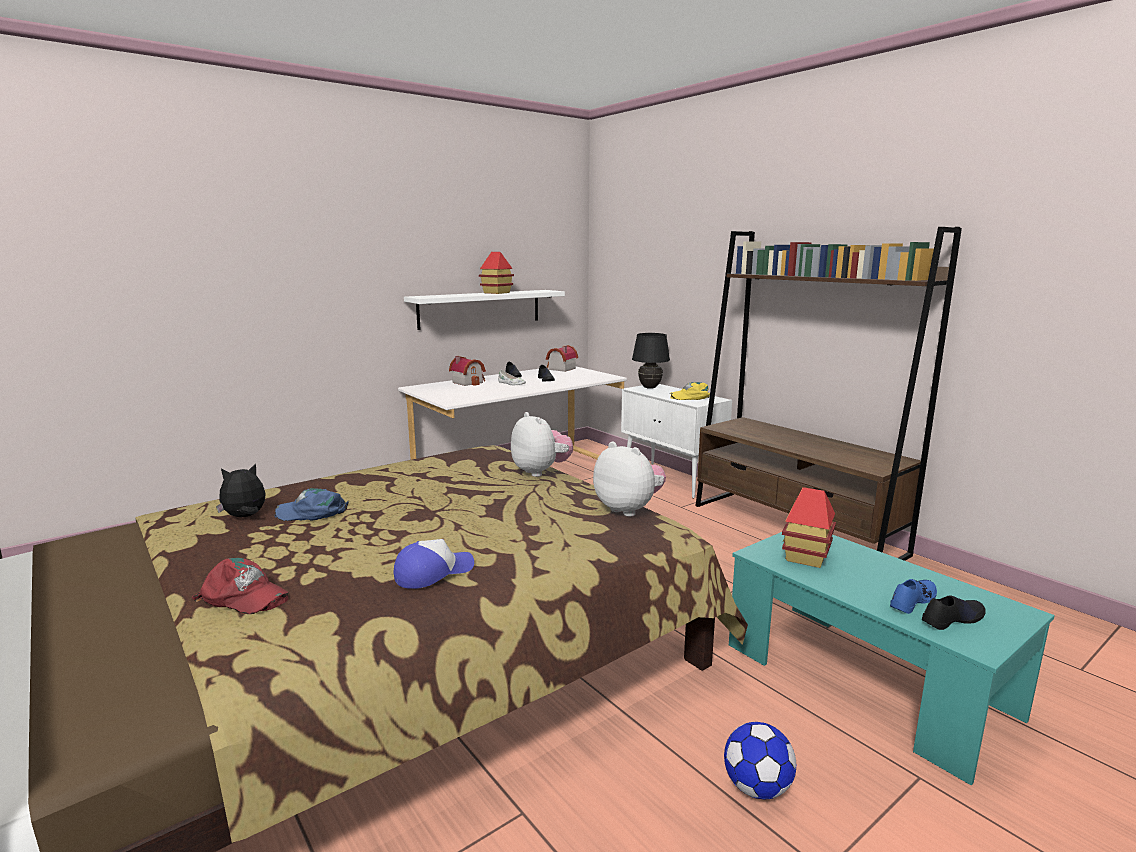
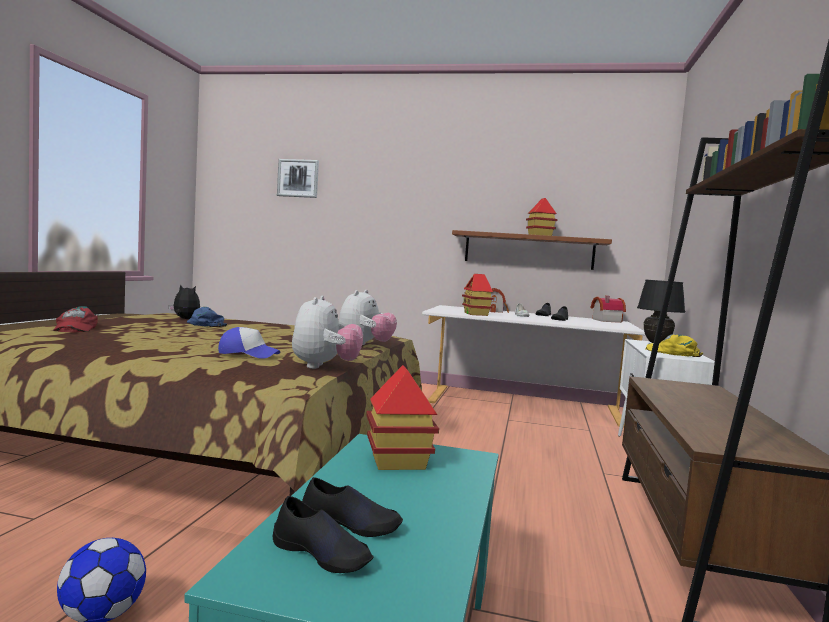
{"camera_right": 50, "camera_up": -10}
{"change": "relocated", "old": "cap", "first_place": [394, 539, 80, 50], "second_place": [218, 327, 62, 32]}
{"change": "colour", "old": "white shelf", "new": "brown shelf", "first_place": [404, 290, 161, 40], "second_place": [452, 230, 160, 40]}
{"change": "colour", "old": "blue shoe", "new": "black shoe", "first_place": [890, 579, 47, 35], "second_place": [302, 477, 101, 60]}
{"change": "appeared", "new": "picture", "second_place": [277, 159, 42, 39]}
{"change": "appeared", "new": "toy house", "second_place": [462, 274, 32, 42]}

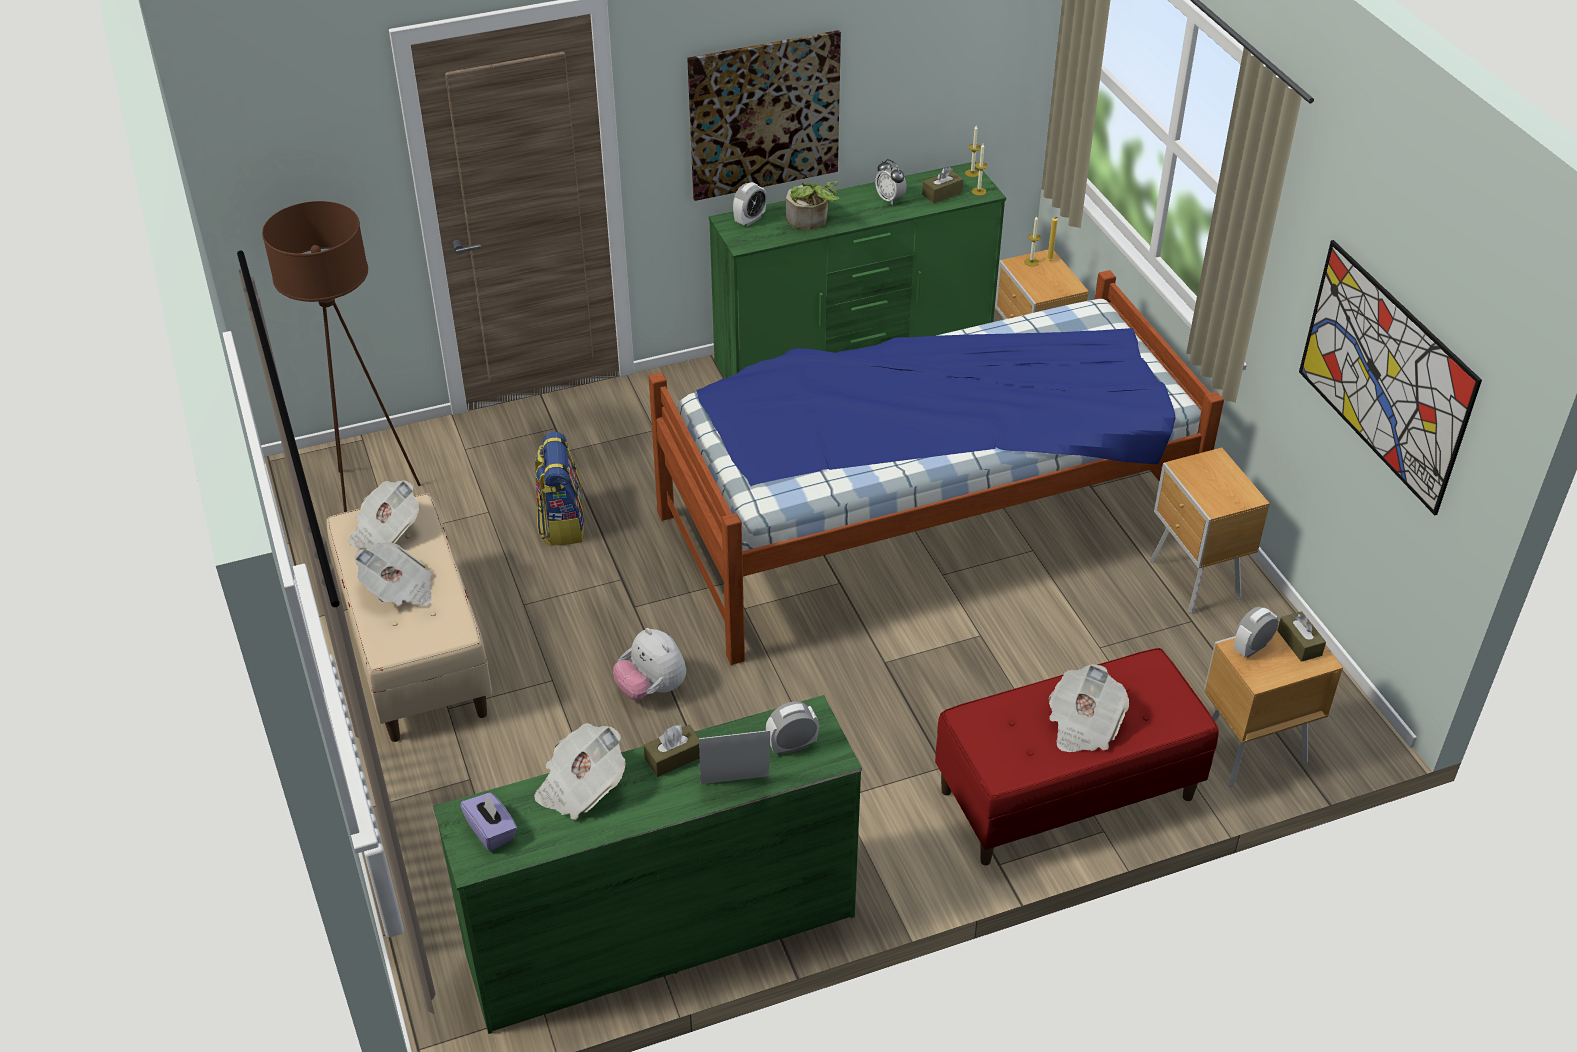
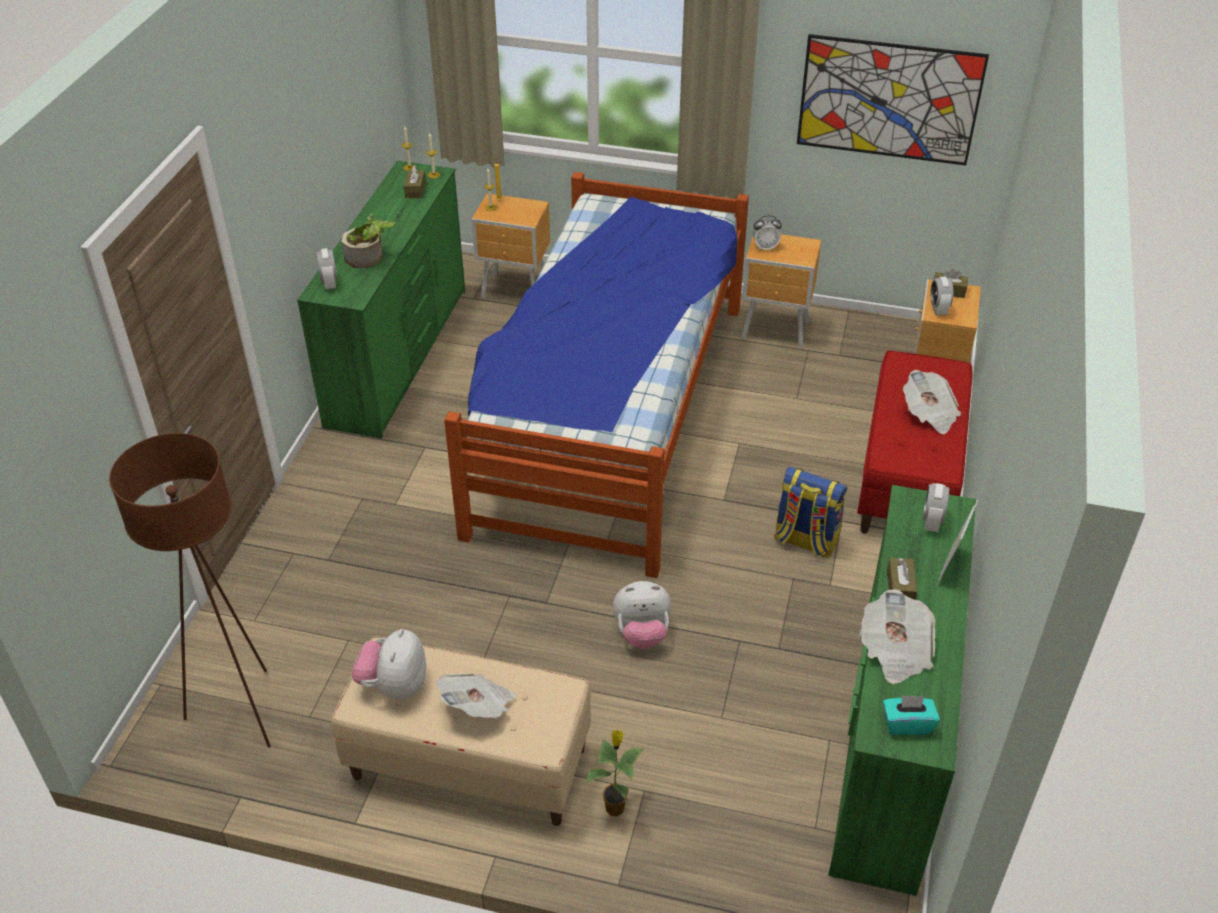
{"camera_right": -55, "camera_up": 0}
{"change": "exchanged", "old": "newspaper", "new": "plush toy", "first_place": [348, 480, 71, 69], "second_place": [352, 629, 74, 70]}
{"change": "colour", "old": "purple tissue box", "new": "turquoise tissue box", "first_place": [460, 792, 57, 59], "second_place": [883, 695, 57, 40]}
{"change": "relocated", "old": "backpack", "first_place": [535, 432, 50, 114], "second_place": [774, 467, 73, 91]}
{"change": "missing", "old": "picture", "first_place": [687, 30, 154, 171]}
{"change": "relocated", "old": "alarm clock", "first_place": [875, 159, 32, 46], "second_place": [753, 215, 29, 36]}
{"change": "appeared", "new": "potted plant", "second_place": [586, 730, 59, 87]}

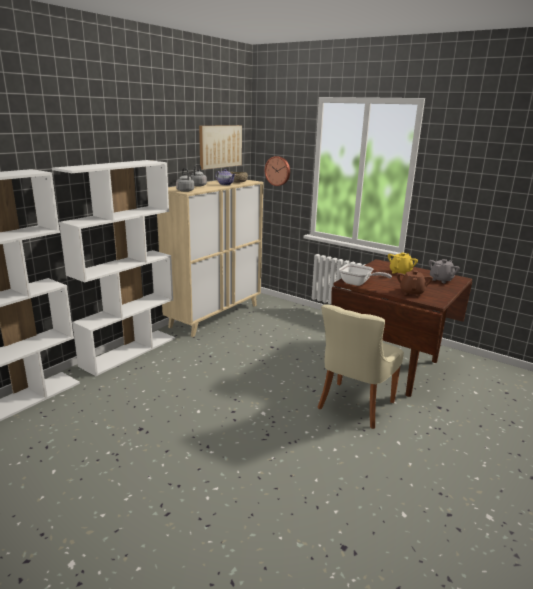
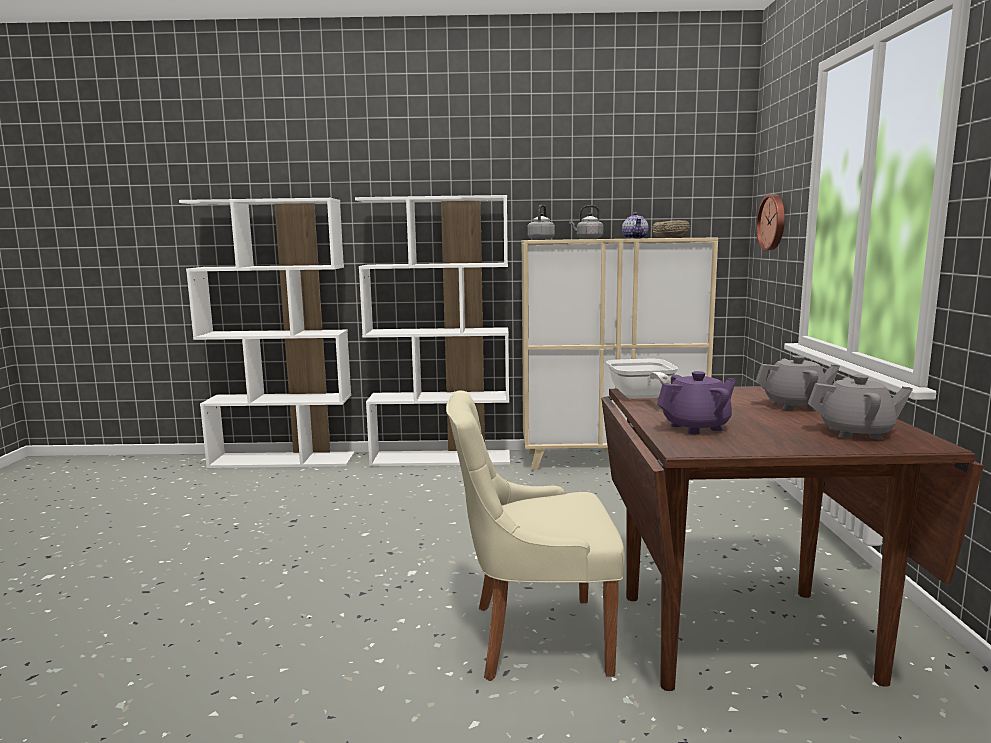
{"camera_right": 55, "camera_up": -10}
{"change": "missing", "old": "picture", "first_place": [199, 125, 43, 45]}
{"change": "colour", "old": "yellow teapot", "new": "grey teapot", "first_place": [388, 252, 30, 22], "second_place": [755, 355, 85, 55]}
{"change": "colour", "old": "brown teapot", "new": "purple teapot", "first_place": [396, 270, 37, 26], "second_place": [657, 371, 79, 63]}

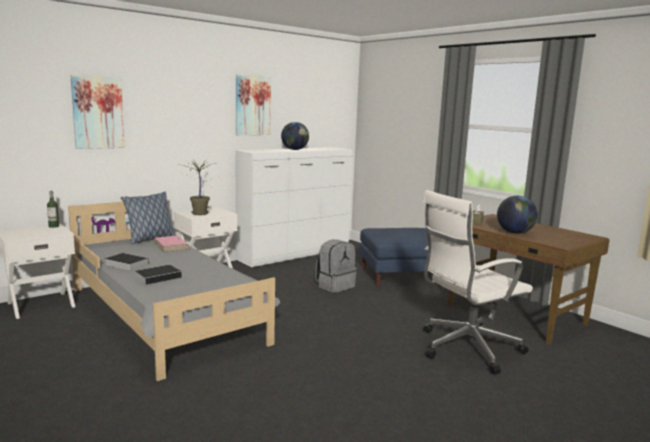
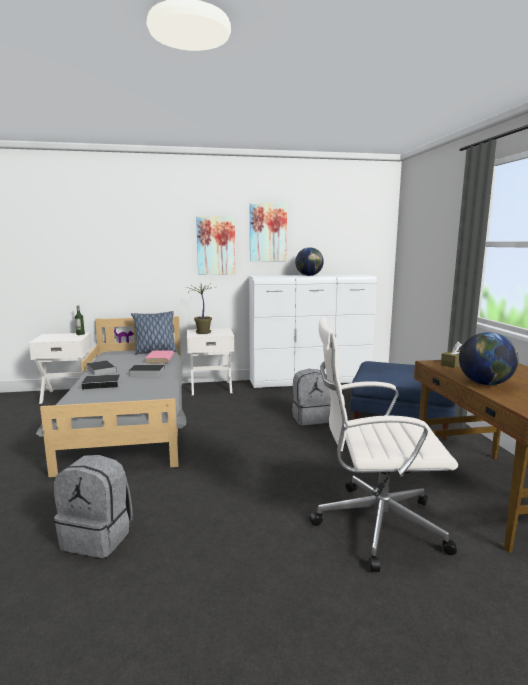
{"camera_right": 30, "camera_up": 0}
{"change": "relocated", "old": "picture", "first_place": [70, 75, 55, 74], "second_place": [196, 216, 39, 59]}
{"change": "appeared", "new": "grey backpack", "second_place": [54, 455, 79, 103]}
{"change": "appeared", "new": "book", "second_place": [129, 365, 36, 12]}

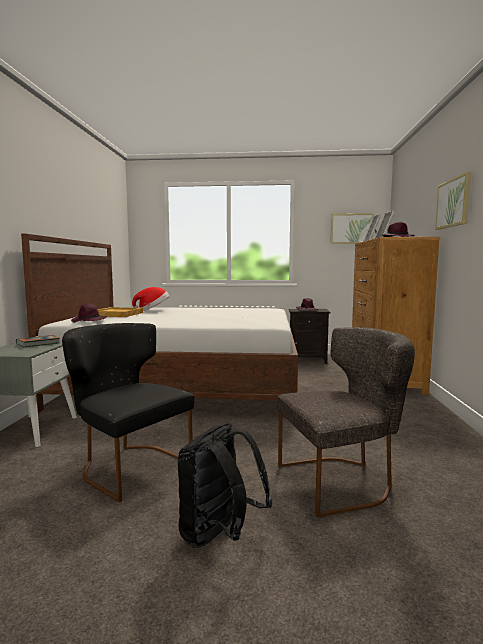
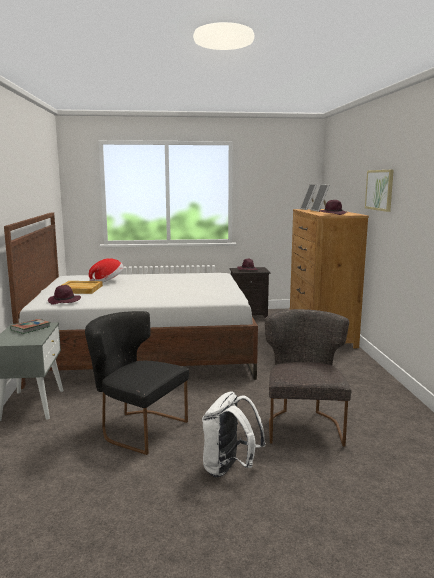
{"camera_right": -10, "camera_up": 5}
{"change": "colour", "old": "black backpack", "new": "white backpack", "first_place": [178, 423, 94, 125], "second_place": [202, 391, 64, 86]}
{"change": "spun", "old": "grey chair", "first_place": [277, 327, 138, 190], "second_place": [265, 309, 87, 138], "degrees": -60}
{"change": "missing", "old": "picture", "first_place": [330, 213, 44, 31]}

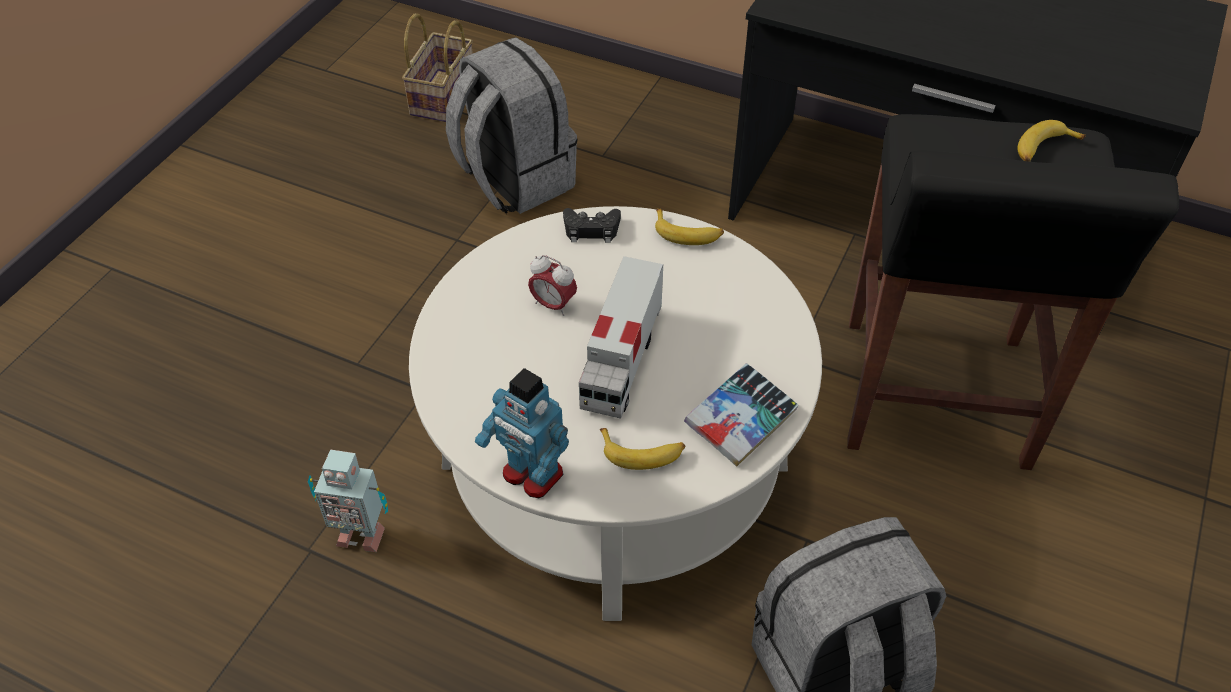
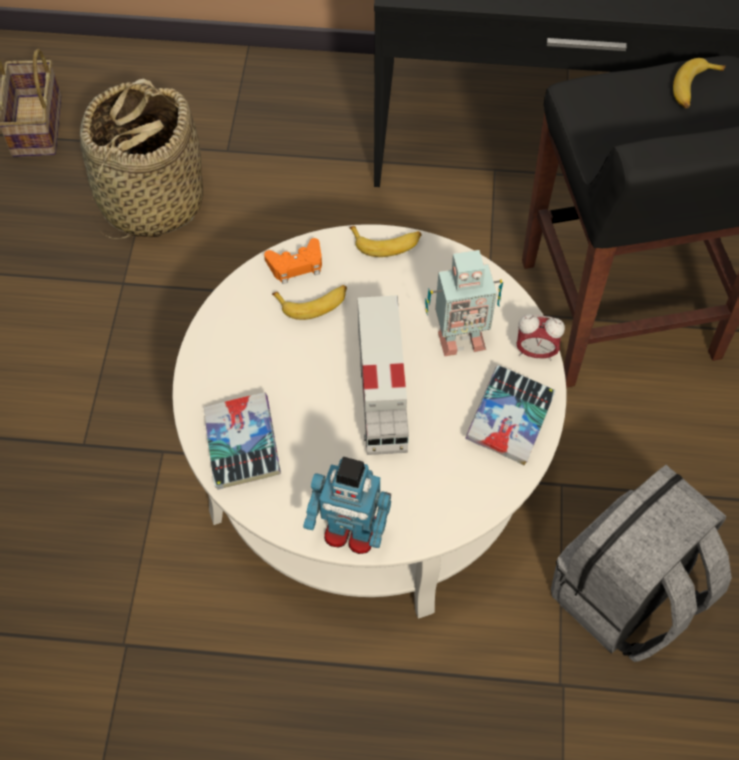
{"camera_right": -20, "camera_up": 10}
{"change": "relocated", "old": "toy robot", "first_place": [308, 449, 80, 103], "second_place": [425, 250, 78, 106]}
{"change": "exchanged", "old": "grey backpack", "new": "basket", "first_place": [446, 37, 131, 177], "second_place": [80, 79, 123, 160]}
{"change": "relocated", "old": "alarm clock", "first_place": [528, 255, 49, 61], "second_place": [517, 314, 48, 47]}
{"change": "colour", "old": "black game controller", "new": "orange game controller", "first_place": [563, 208, 58, 35], "second_place": [264, 238, 58, 46]}
{"change": "relocated", "old": "banana", "first_place": [600, 428, 85, 42], "second_place": [272, 285, 75, 35]}
{"change": "appeared", "new": "book", "second_place": [204, 392, 77, 98]}

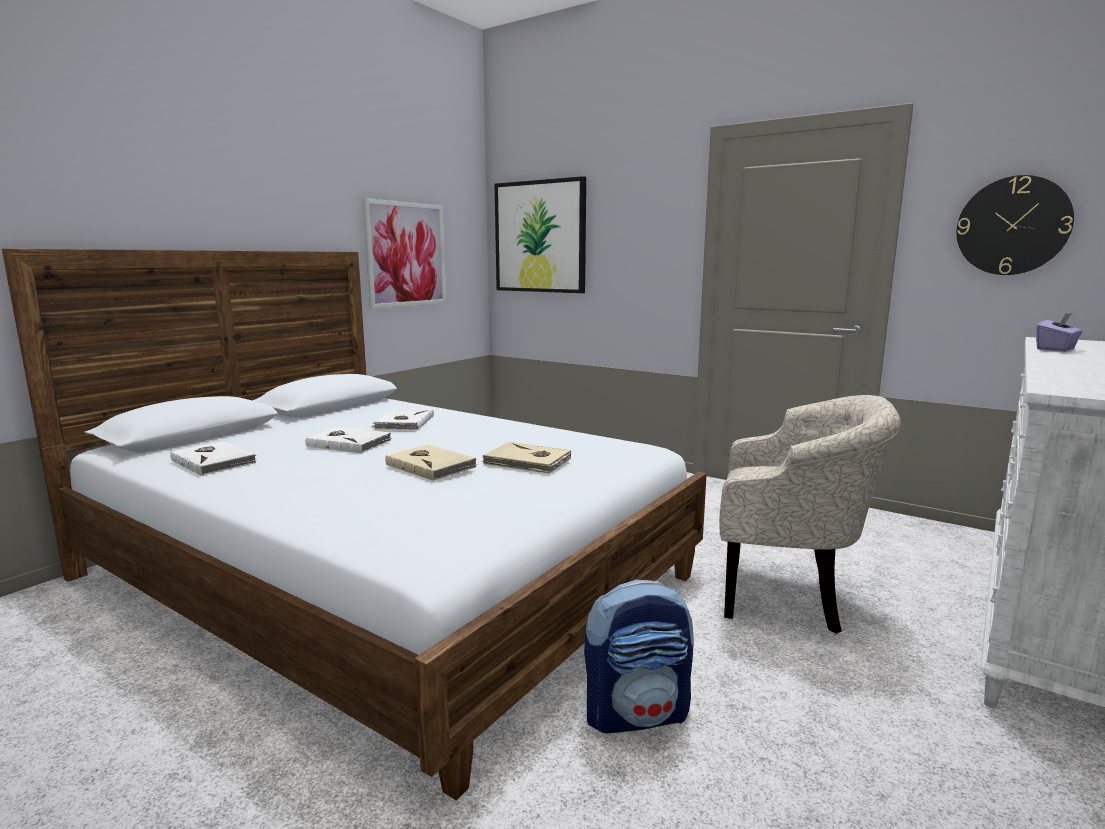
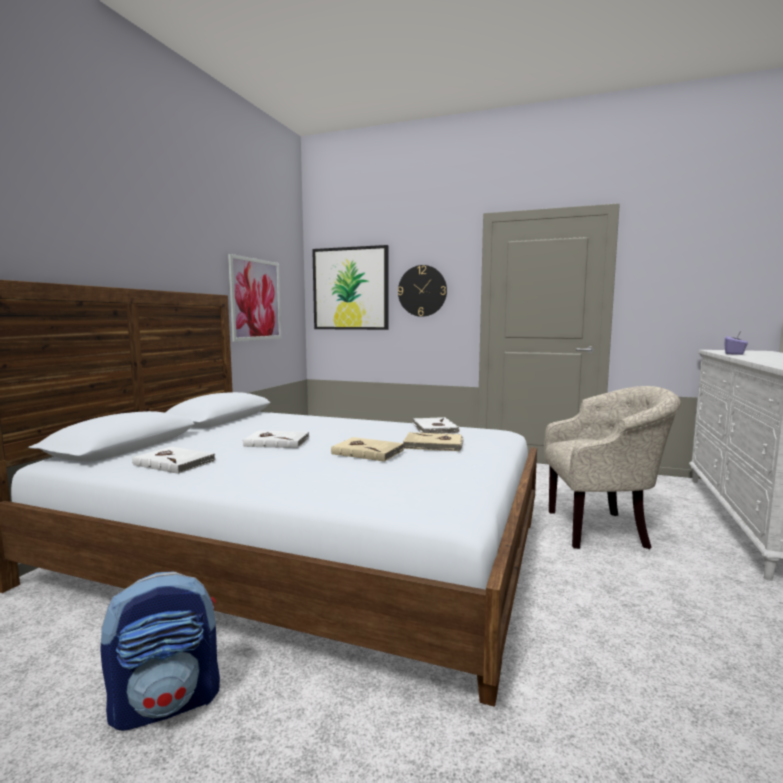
{"camera_right": -15, "camera_up": -5}
{"change": "relocated", "old": "white book", "first_place": [371, 408, 63, 22], "second_place": [412, 417, 47, 17]}
{"change": "relocated", "old": "backpack", "first_place": [584, 579, 110, 154], "second_place": [100, 571, 120, 160]}
{"change": "relocated", "old": "wall clock", "first_place": [957, 175, 117, 100], "second_place": [398, 265, 49, 52]}

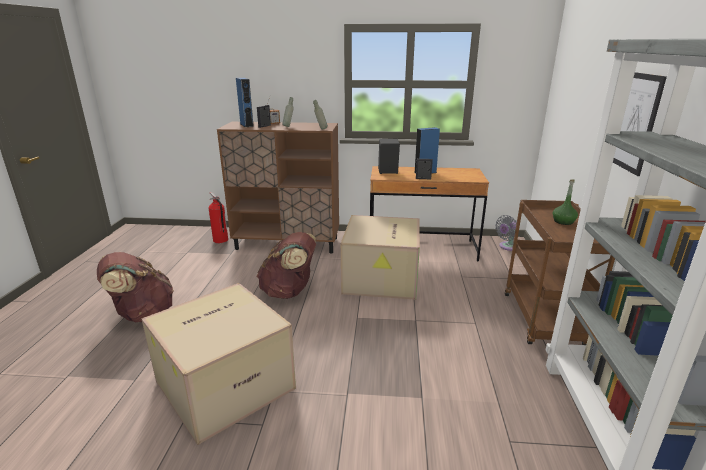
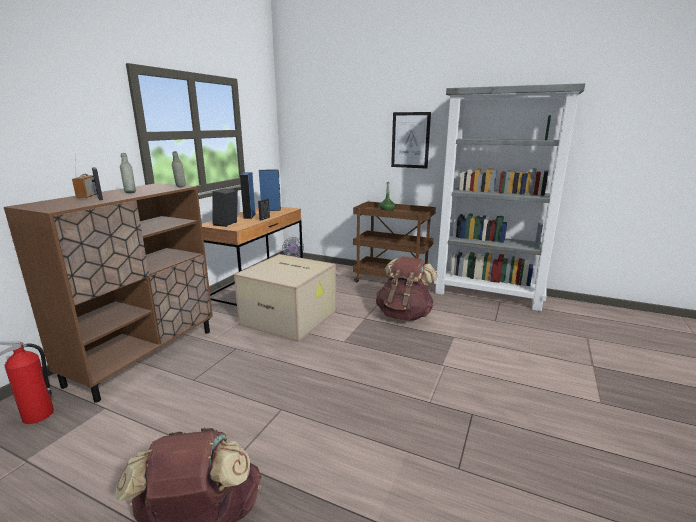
{"camera_right": -70, "camera_up": -5}
{"change": "missing", "old": "cardboard box", "first_place": [141, 283, 155, 162]}
{"change": "relocated", "old": "blue speaker", "first_place": [236, 78, 18, 49], "second_place": [259, 169, 22, 42]}
{"change": "relocated", "old": "brown backpack", "first_place": [257, 232, 59, 67], "second_place": [376, 256, 61, 65]}

